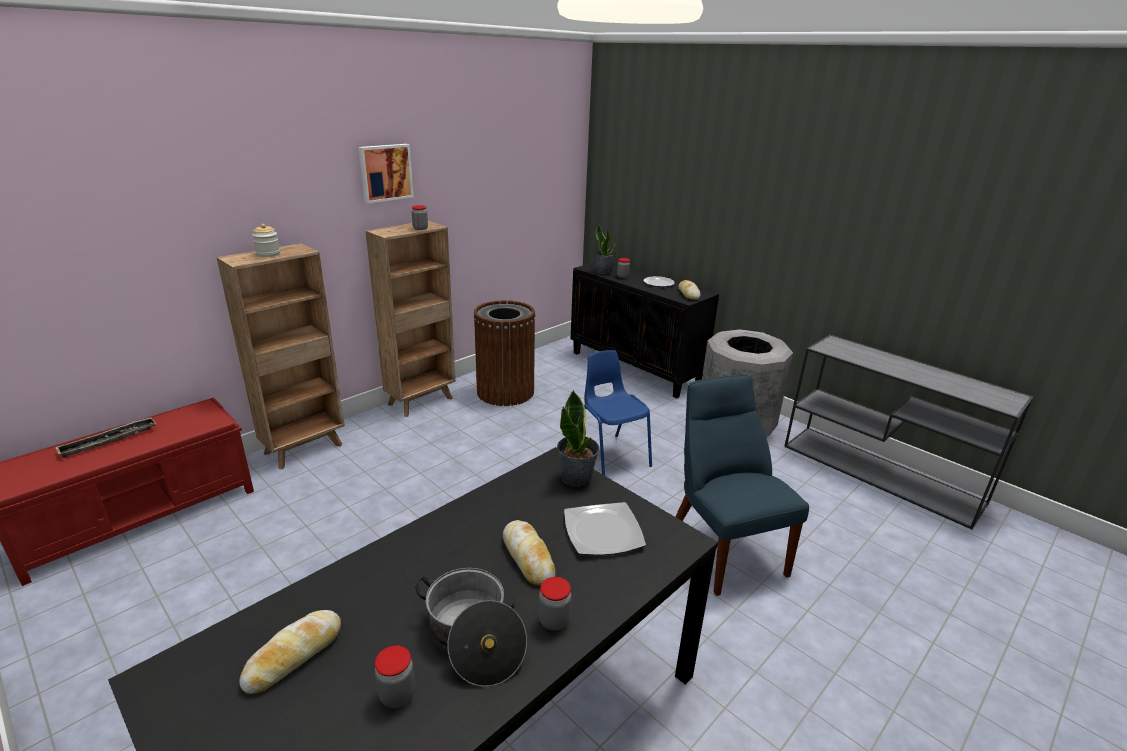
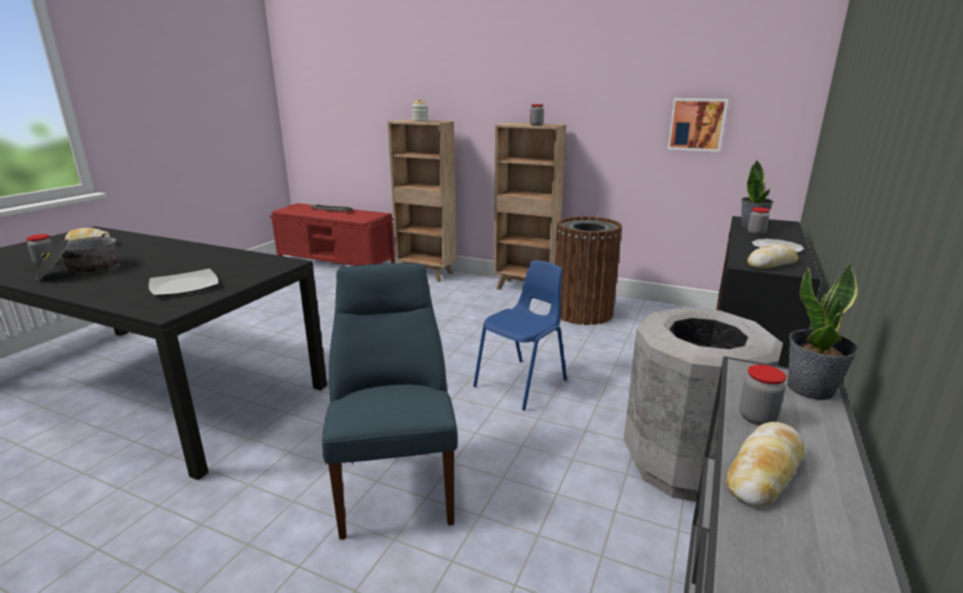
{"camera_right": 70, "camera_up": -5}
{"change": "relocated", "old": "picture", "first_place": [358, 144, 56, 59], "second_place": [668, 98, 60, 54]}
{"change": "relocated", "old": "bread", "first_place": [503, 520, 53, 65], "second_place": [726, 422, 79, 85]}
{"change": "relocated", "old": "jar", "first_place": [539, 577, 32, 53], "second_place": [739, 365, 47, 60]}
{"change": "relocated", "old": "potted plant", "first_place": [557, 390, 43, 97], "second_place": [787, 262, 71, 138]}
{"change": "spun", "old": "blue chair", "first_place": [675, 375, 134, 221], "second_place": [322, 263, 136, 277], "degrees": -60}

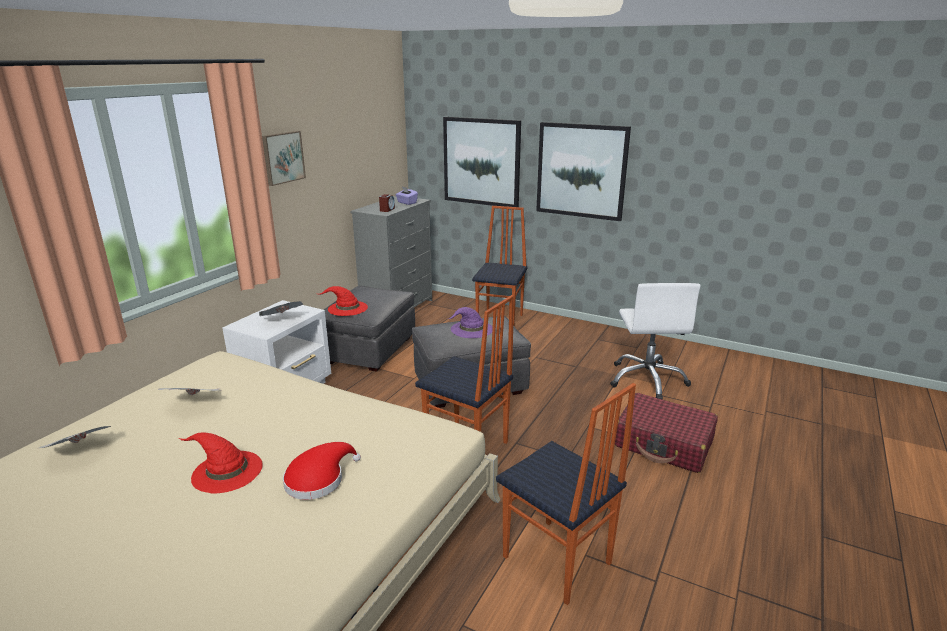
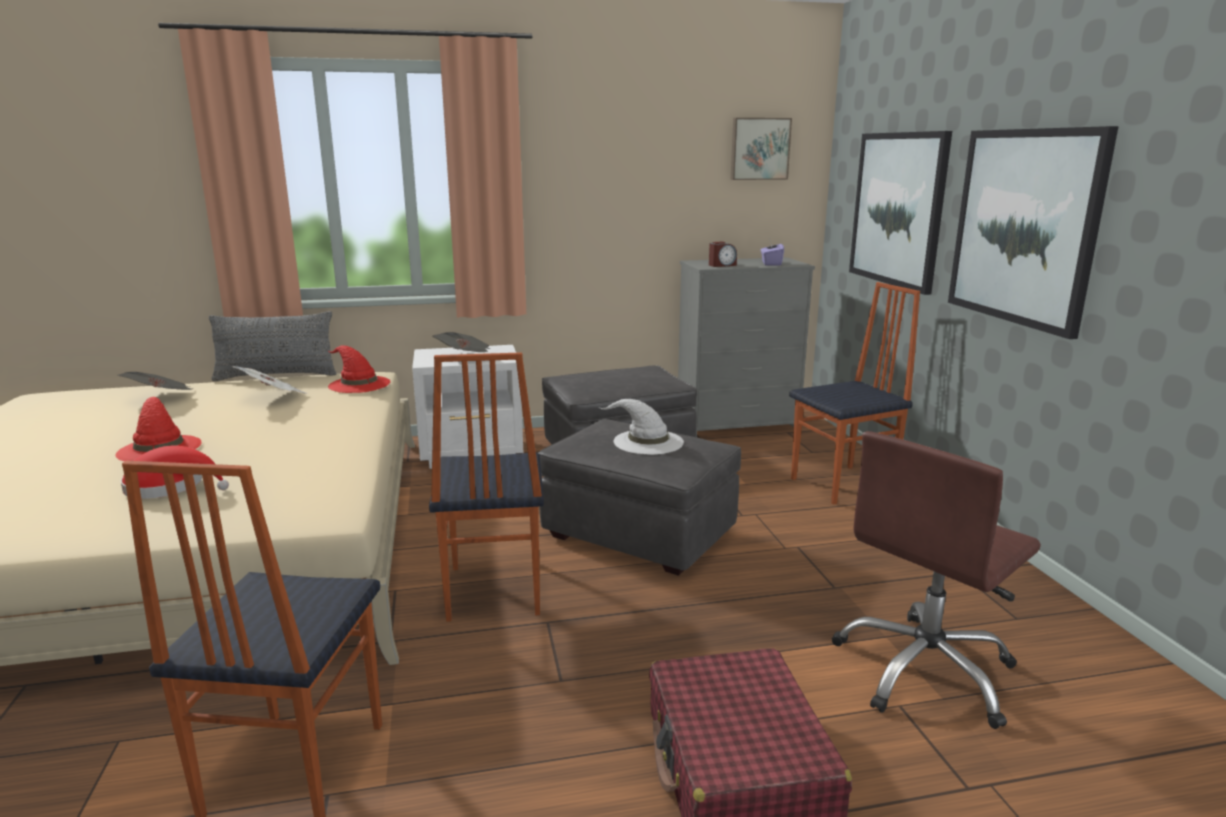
{"camera_right": 50, "camera_up": -5}
{"change": "relocated", "old": "picture", "first_place": [262, 131, 44, 55], "second_place": [731, 118, 61, 62]}
{"change": "relocated", "old": "red hat", "first_place": [319, 286, 49, 30], "second_place": [328, 346, 62, 47]}
{"change": "colour", "old": "purple hat", "new": "white hat", "first_place": [449, 307, 44, 31], "second_place": [598, 399, 86, 56]}
{"change": "colour", "old": "white office chair", "new": "brown office chair", "first_place": [610, 283, 91, 117], "second_place": [832, 431, 209, 298]}
{"change": "appeared", "new": "grey pillow", "second_place": [209, 311, 128, 70]}

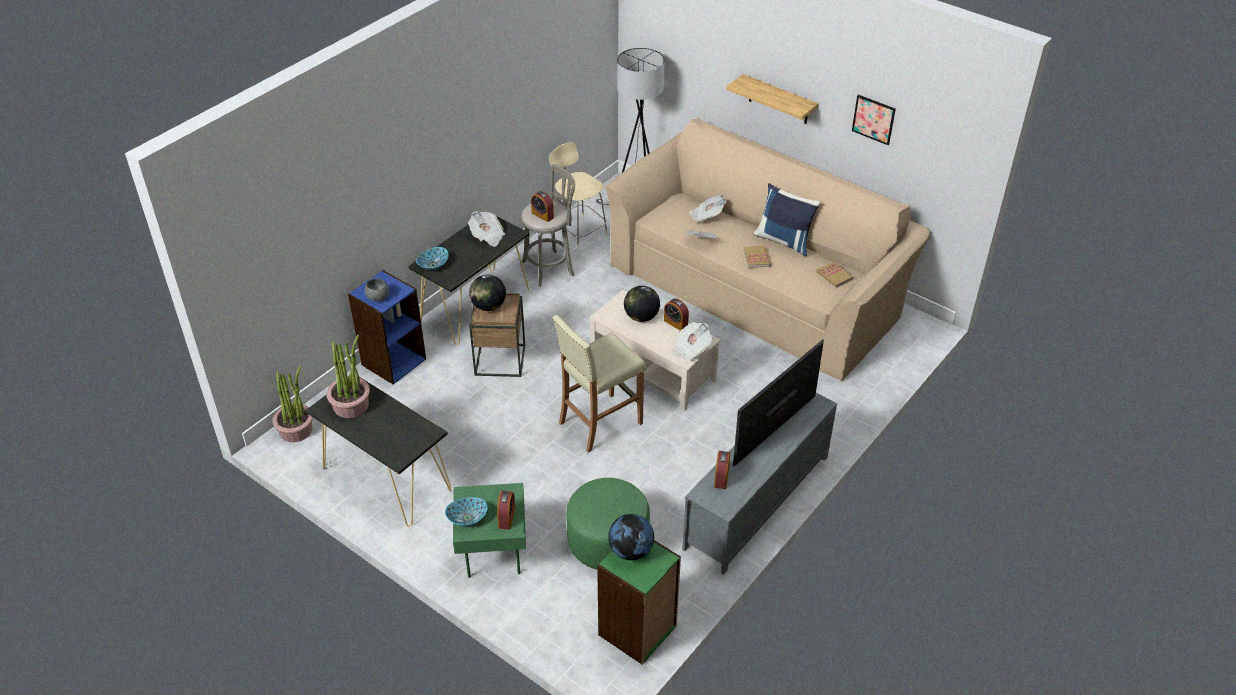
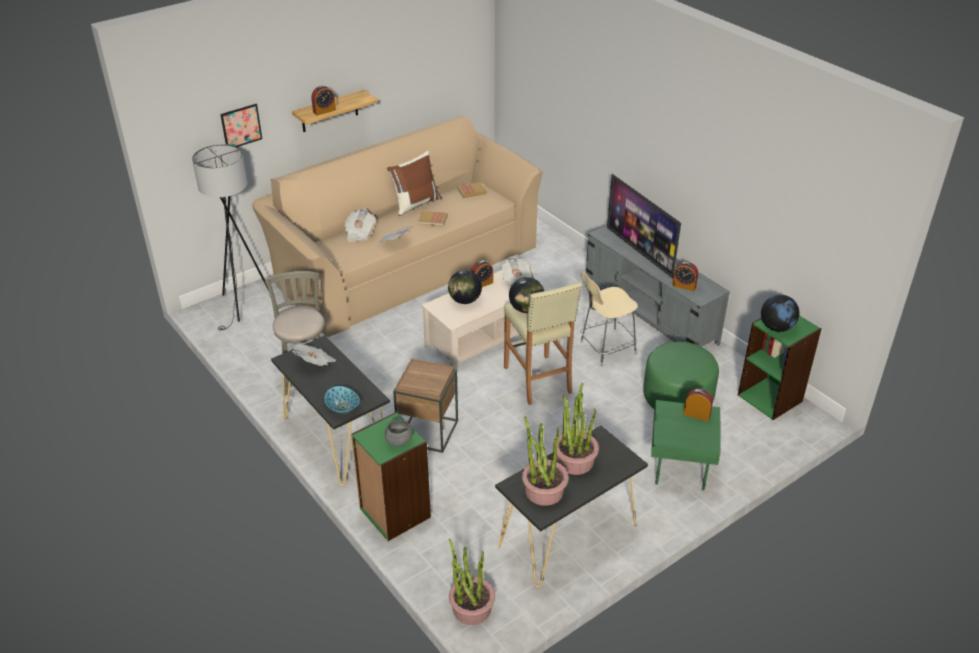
{"camera_right": -75, "camera_up": -5}
{"change": "colour", "old": "blue bookcase", "new": "green bookcase", "first_place": [348, 270, 78, 115], "second_place": [351, 412, 80, 129]}
{"change": "missing", "old": "bowl", "first_place": [445, 497, 43, 29]}
{"change": "relocated", "old": "globe", "first_place": [469, 275, 37, 36], "second_place": [509, 277, 35, 36]}
{"change": "relocated", "old": "alarm clock", "first_place": [531, 191, 23, 31], "second_place": [311, 85, 25, 31]}
{"change": "relocated", "old": "beige stool", "first_place": [549, 142, 59, 107], "second_place": [580, 272, 58, 95]}
{"change": "colour", "old": "blue pillow", "new": "brown pillow", "first_place": [754, 183, 67, 73], "second_place": [387, 151, 55, 65]}
{"change": "relocated", "old": "picture", "first_place": [852, 95, 44, 50], "second_place": [220, 104, 42, 43]}
{"change": "appeared", "new": "potted plant", "second_place": [557, 383, 42, 92]}

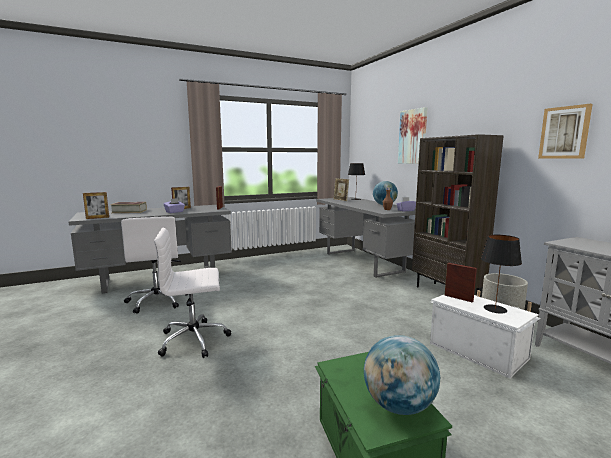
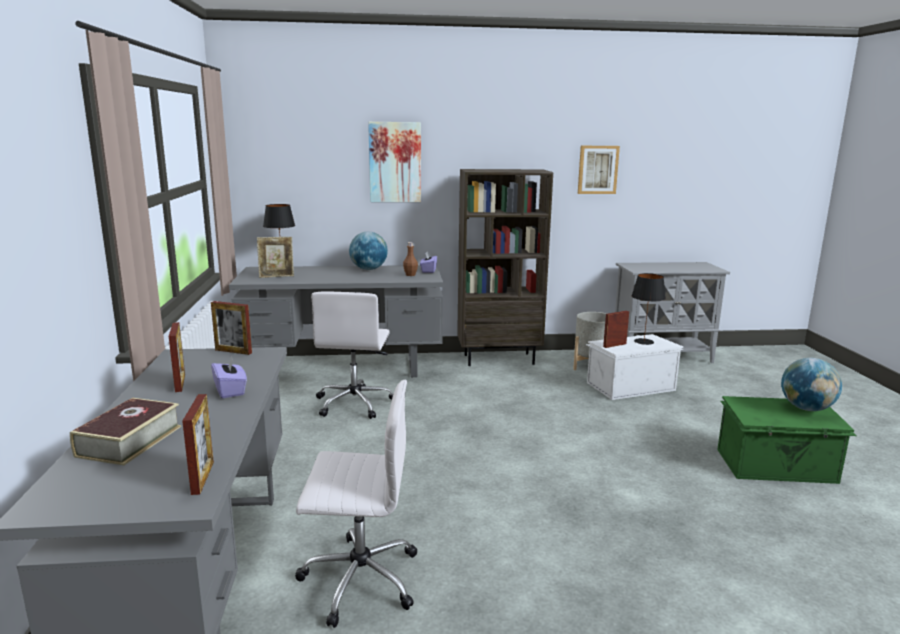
{"camera_right": -70, "camera_up": 5}
{"change": "relocated", "old": "white office chair", "first_place": [154, 227, 77, 131], "second_place": [311, 292, 82, 127]}

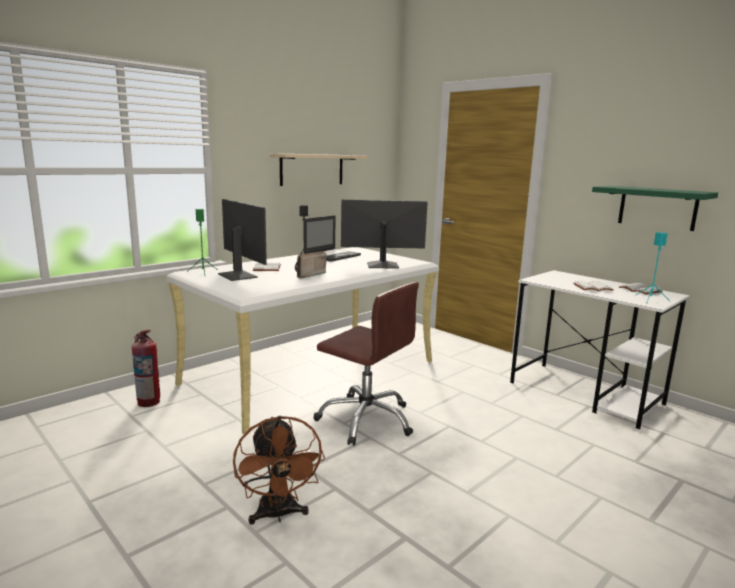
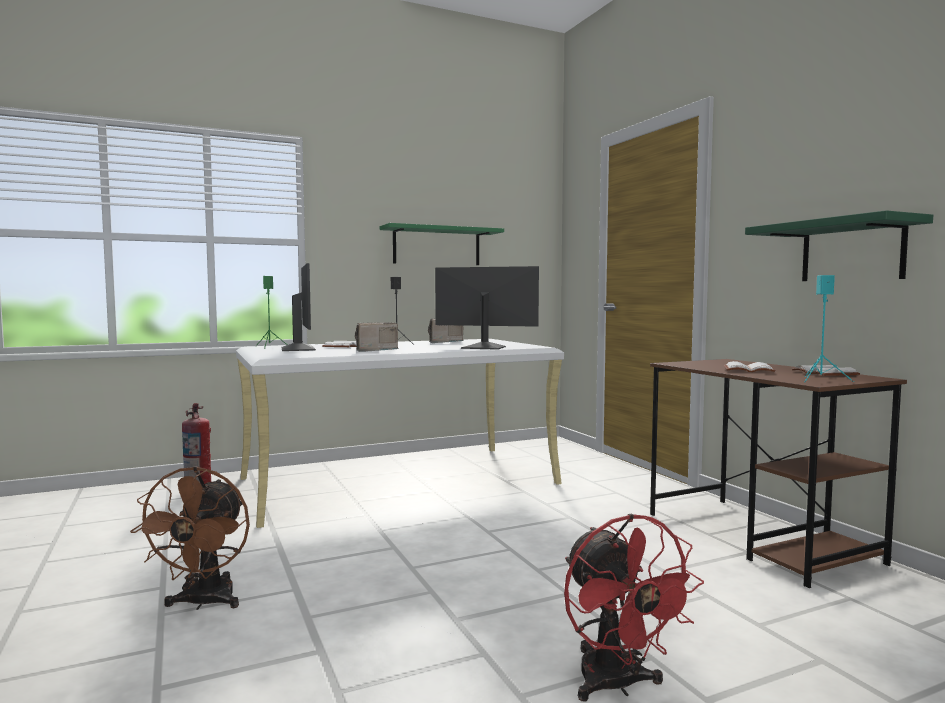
{"camera_right": 20, "camera_up": -10}
{"change": "colour", "old": "beige shelf", "new": "green shelf", "first_place": [270, 153, 97, 33], "second_place": [380, 223, 124, 42]}
{"change": "exchanged", "old": "laptop", "new": "radio", "first_place": [304, 215, 57, 47], "second_place": [428, 319, 36, 24]}
{"change": "missing", "old": "brown office chair", "first_place": [314, 282, 105, 164]}
{"change": "colour", "old": "white desk", "new": "brown desk", "first_place": [510, 270, 180, 159], "second_place": [650, 359, 257, 229]}
{"change": "appeared", "new": "red fan", "second_place": [564, 514, 140, 187]}

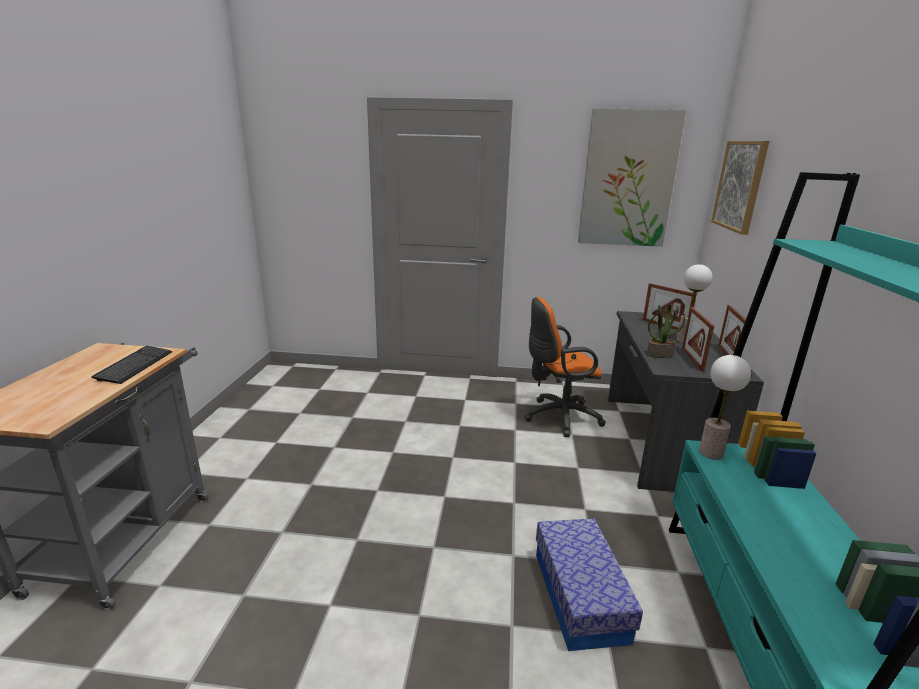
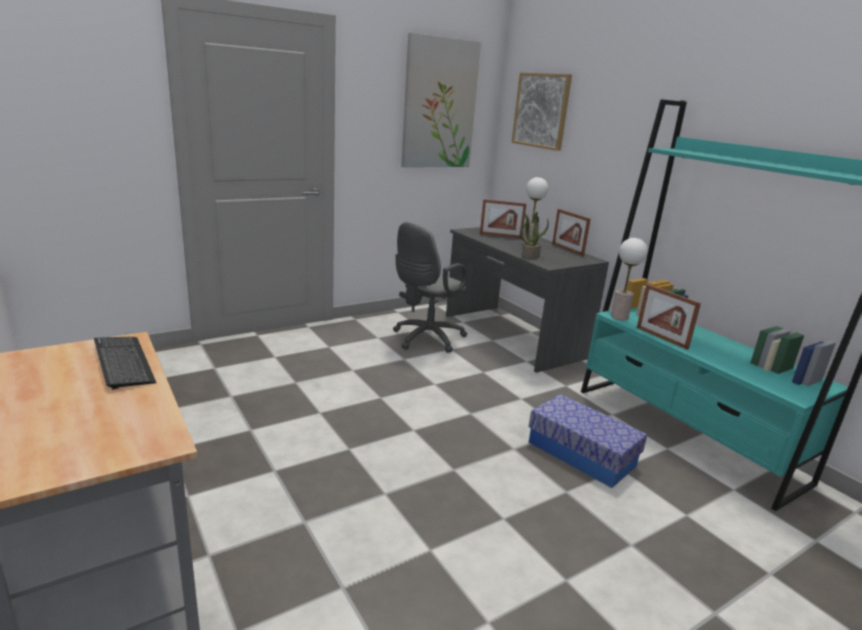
{"camera_right": -40, "camera_up": 0}
{"change": "colour", "old": "orange office chair", "new": "grey office chair", "first_place": [524, 297, 82, 140], "second_place": [393, 222, 74, 131]}
{"change": "relocated", "old": "picture frame", "first_place": [682, 307, 32, 64], "second_place": [637, 284, 64, 66]}

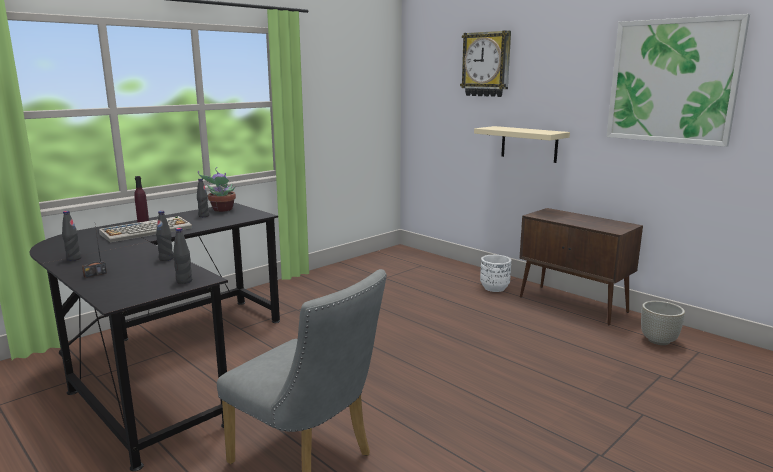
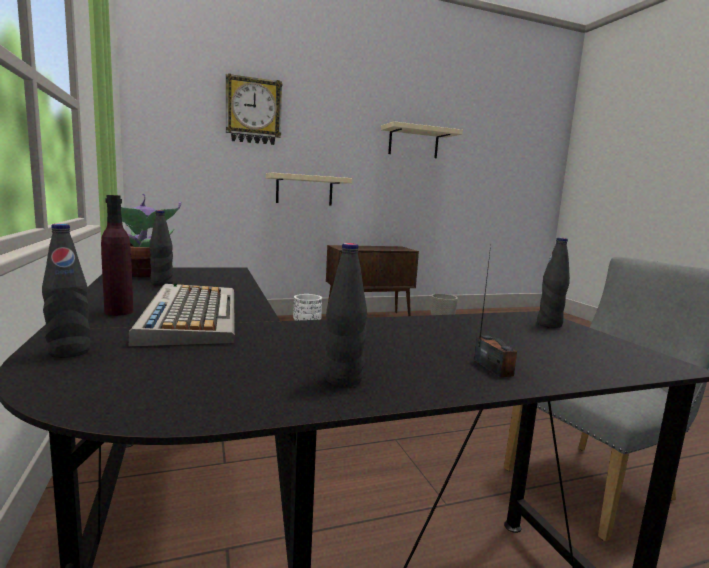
{"camera_right": -65, "camera_up": -5}
{"change": "relocated", "old": "black bottle", "first_place": [156, 211, 17, 50], "second_place": [42, 224, 49, 134]}
{"change": "exchanged", "old": "picture", "new": "beige shelf", "first_place": [606, 14, 144, 133], "second_place": [381, 121, 82, 37]}

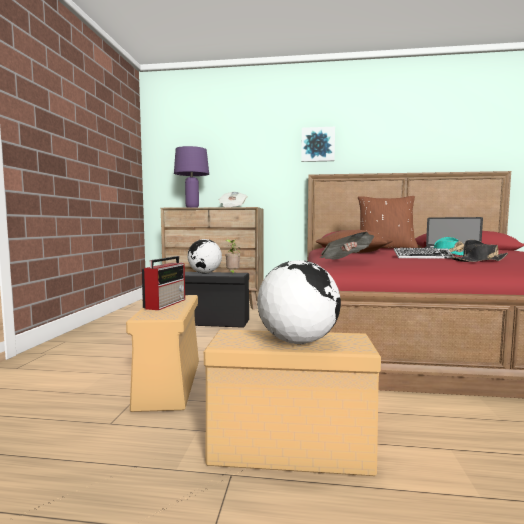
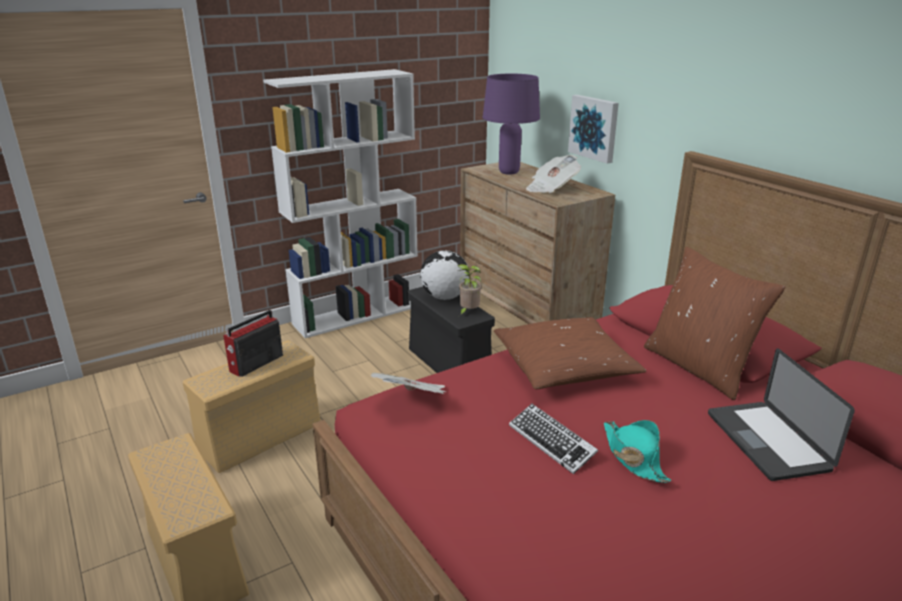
{"camera_right": 50, "camera_up": 20}
{"change": "spun", "old": "radio", "first_place": [142, 256, 43, 54], "second_place": [223, 310, 60, 67], "degrees": 150}
{"change": "missing", "old": "globe", "first_place": [257, 260, 84, 84]}
{"change": "relocated", "old": "picture", "first_place": [301, 127, 34, 35], "second_place": [568, 95, 51, 68]}
{"change": "missing", "old": "black hat", "first_place": [451, 239, 57, 23]}
{"change": "appeared", "new": "white bookcase", "second_place": [263, 69, 155, 269]}

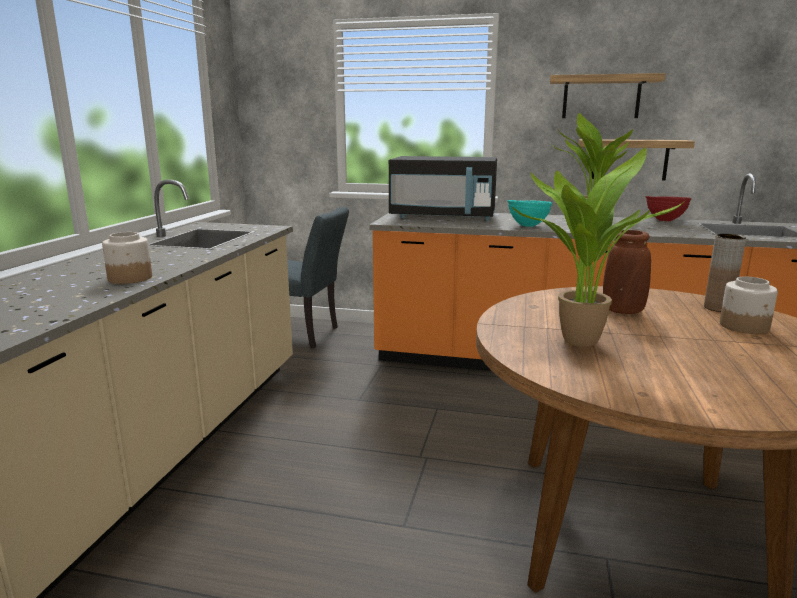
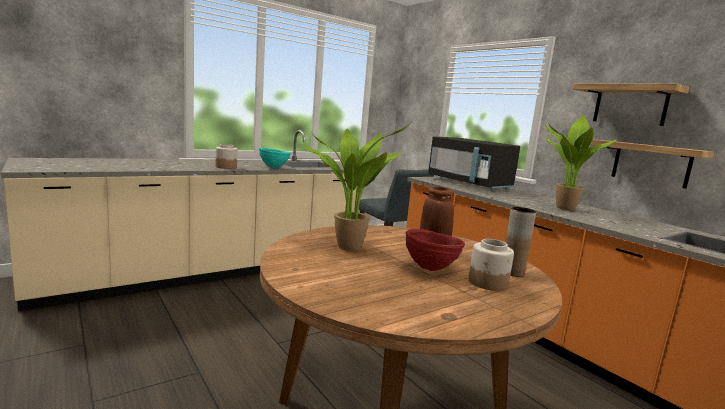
{"camera_right": 40, "camera_up": -5}
{"change": "relocated", "old": "turquoise bowl", "first_place": [507, 200, 45, 27], "second_place": [259, 148, 32, 20]}
{"change": "relocated", "old": "red bowl", "first_place": [646, 196, 45, 25], "second_place": [406, 229, 59, 42]}

